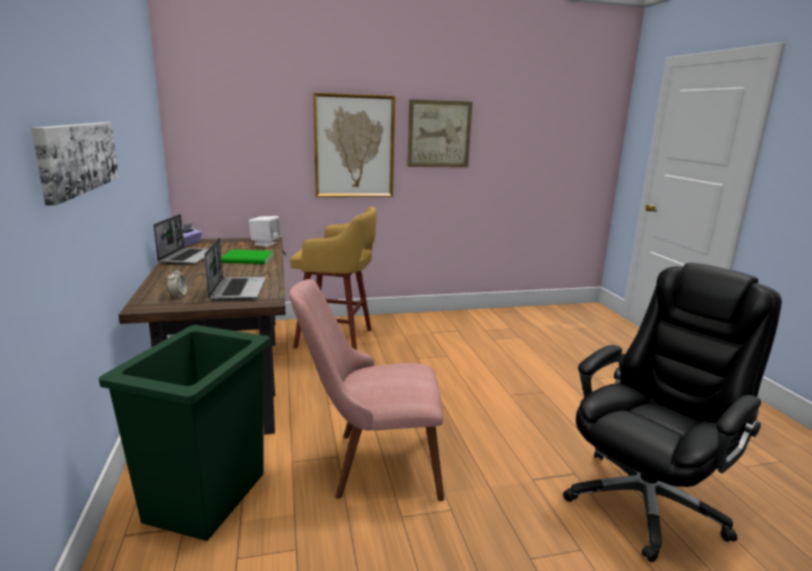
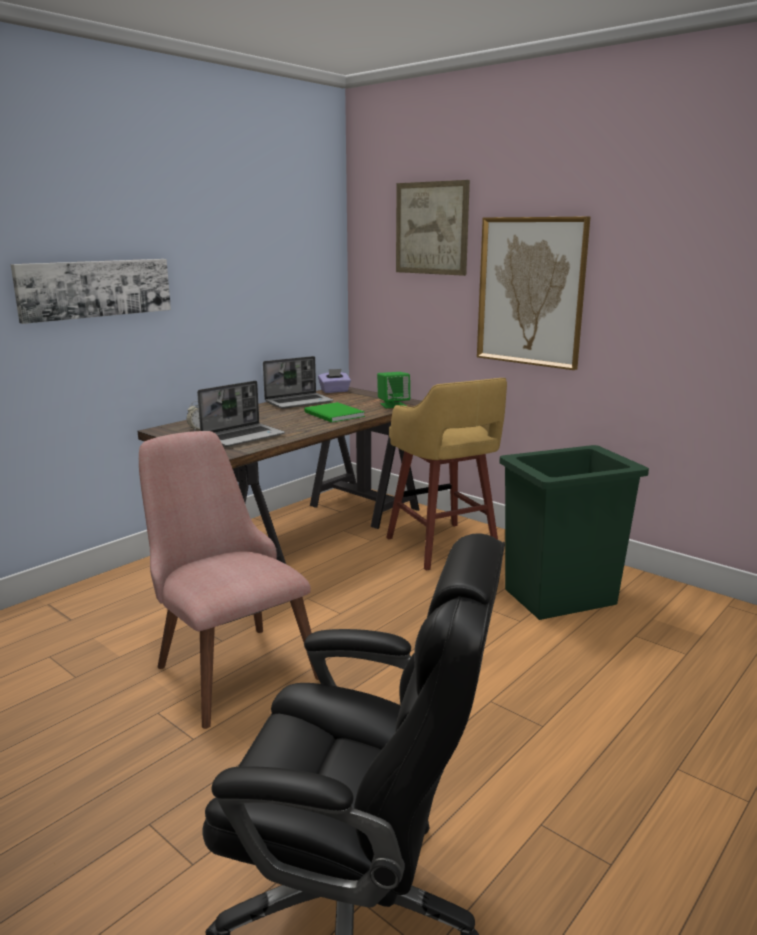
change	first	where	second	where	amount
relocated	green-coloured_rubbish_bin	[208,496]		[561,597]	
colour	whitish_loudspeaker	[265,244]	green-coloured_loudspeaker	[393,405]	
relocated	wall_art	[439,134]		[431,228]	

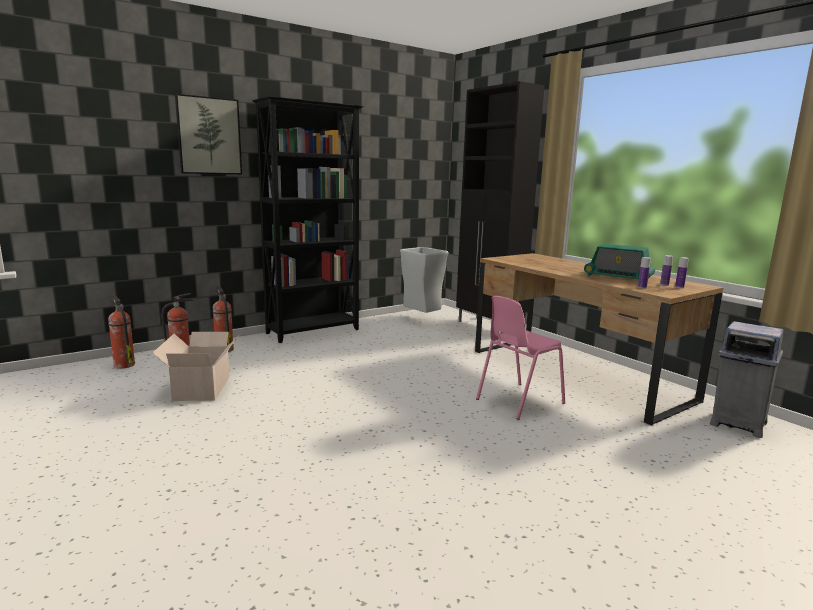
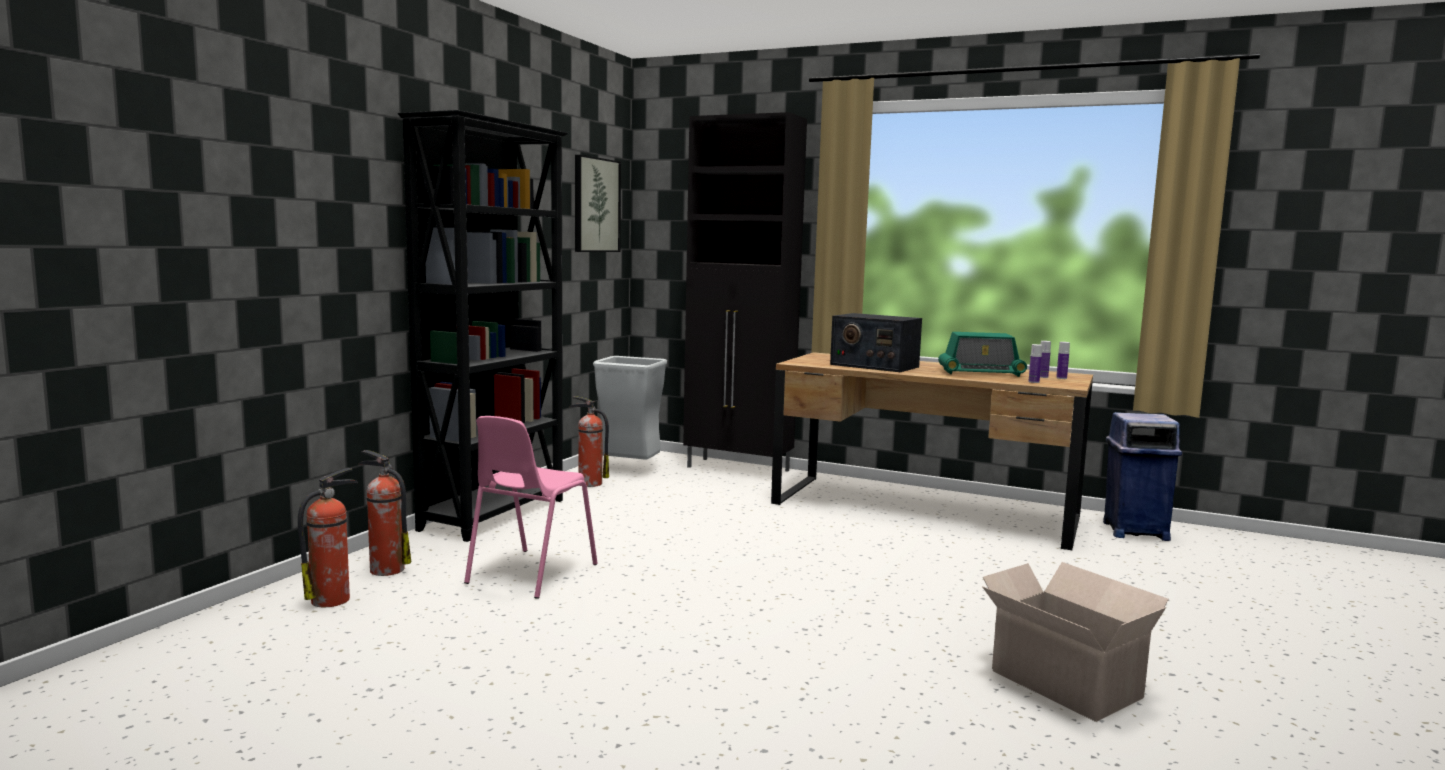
change	first	where	second	where	amount
relocated	fire_extinguisher	[124,365]		[589,483]	
relocated	cardboard_box	[203,387]		[1062,682]	
relocated	wall_art	[209,136]		[595,205]	
relocated	pink_chair	[518,401]		[530,574]	
colour	greyish_rubbish_bin	[737,423]	blue-coloured_rubbish_bin	[1133,531]	
appeared			radio_set	[874,366]	

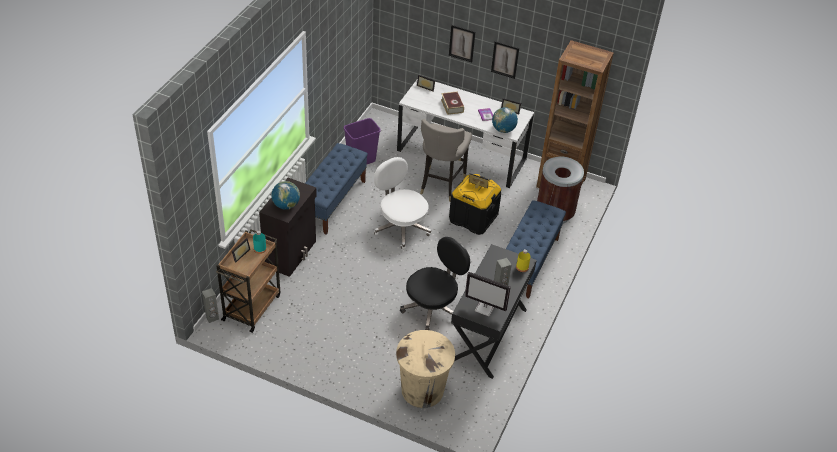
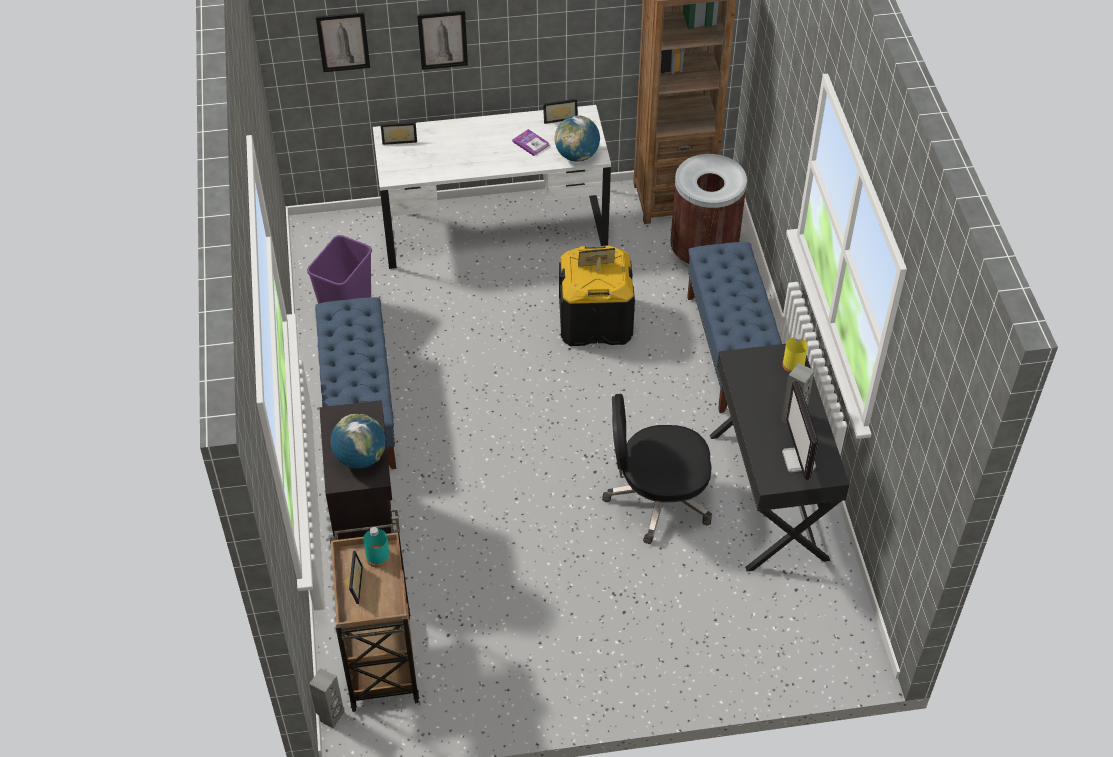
change	first	where	second	where	amount
missing	whitish_office_chair	[401,227]			
missing	sand-coloured_rubbish_bin	[422,390]			
spun	black-coloured_office_chair	[433,308]		[657,499]	105 degrees counterclockwise
missing	greyish_stool	[441,185]			
missing	volume	[452,106]			
spun	computer_screen	[485,308]		[799,460]	90 degrees clockwise
relocated	wall_art	[505,59]		[343,42]	

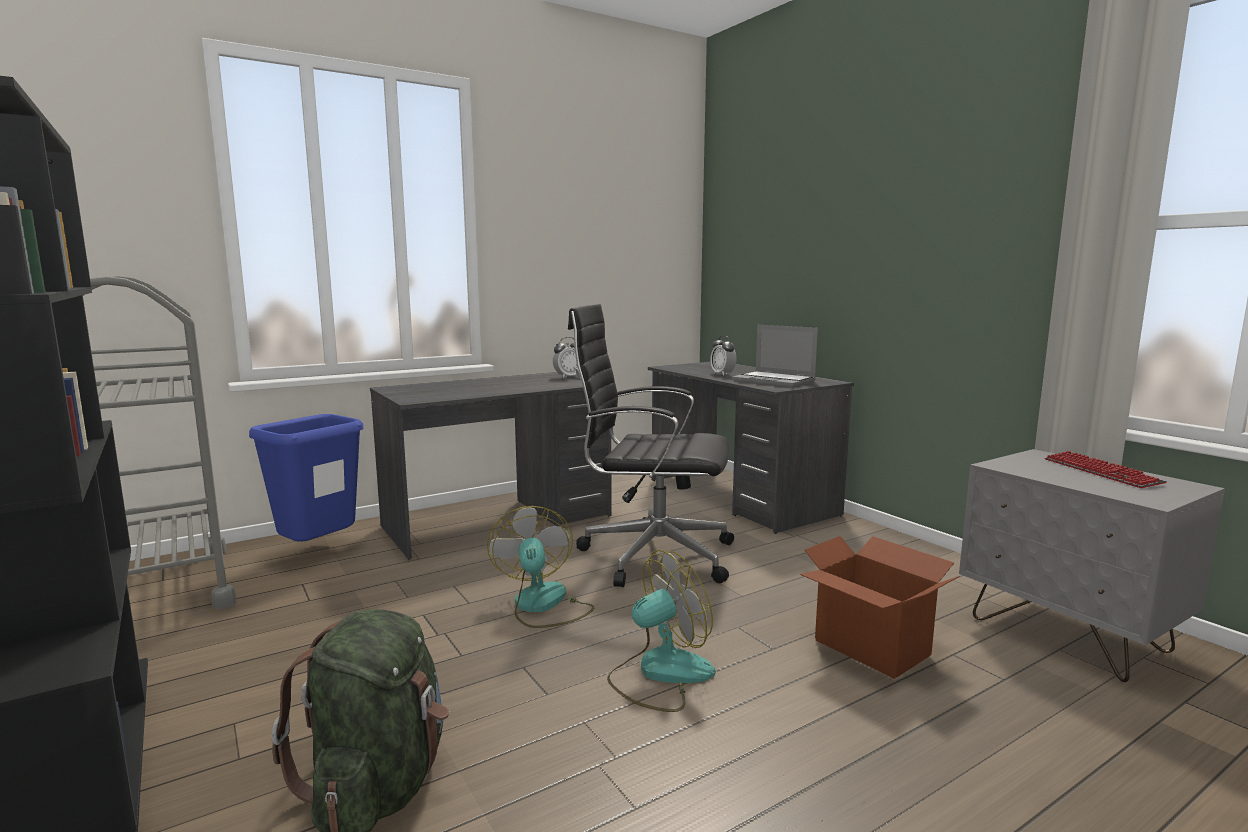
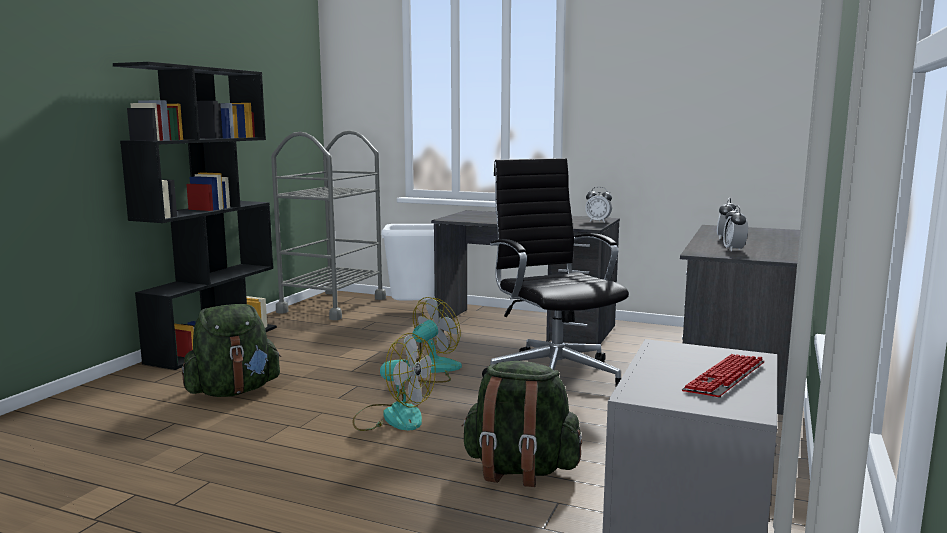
change	first	where	second	where	amount
colour	blue-coloured_rubbish_bin	[319,551]	whitish_rubbish_bin	[414,311]	
exchanged	laptop	[775,381]	alarm_clock	[734,249]	
exchanged	cardboard_box	[871,648]	green-coloured_knapsack	[519,470]	

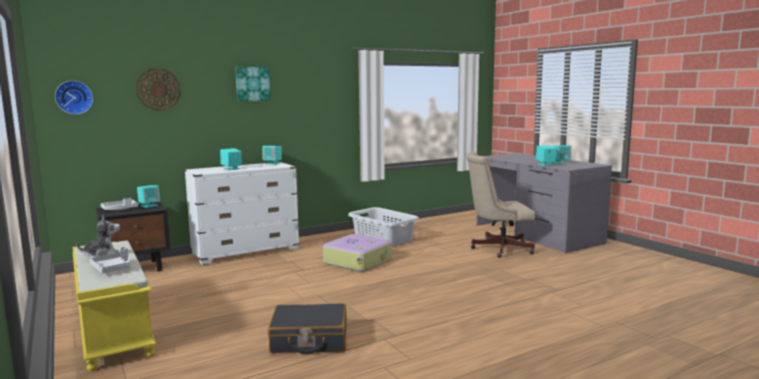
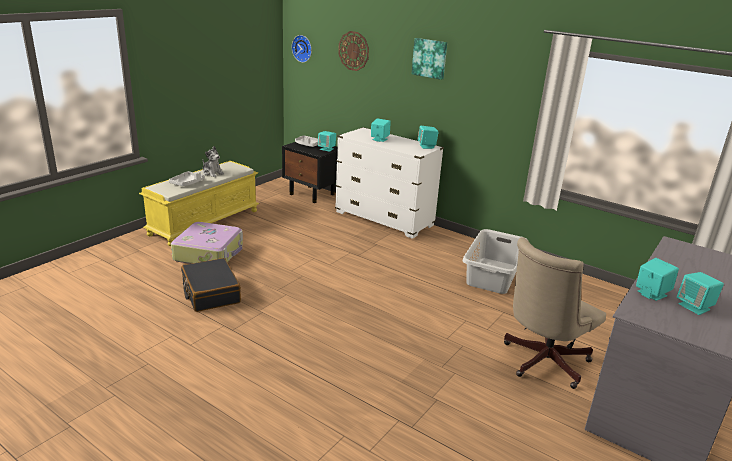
change	first	where	second	where	amount
relocated	piece_of_luggage	[357,261]		[209,253]	
spun	sand-coloured_office_chair	[497,248]		[541,362]	105 degrees counterclockwise

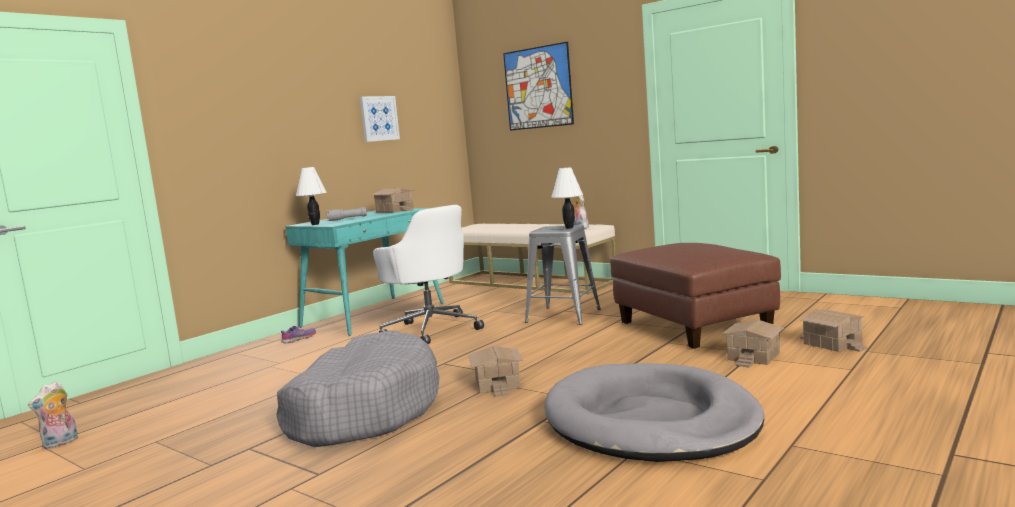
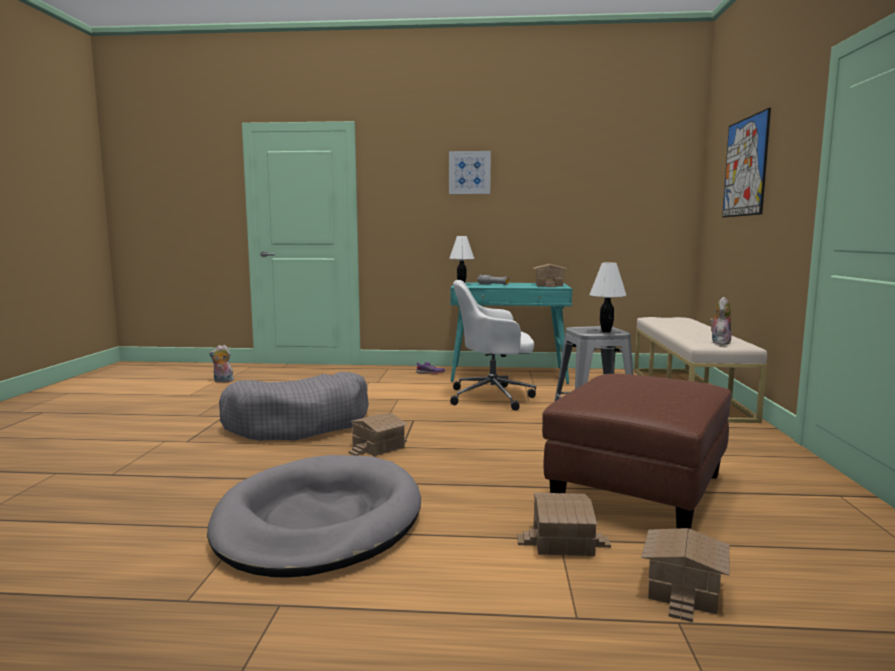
change	first	where	second	where	amount
relocated	wall_art	[379,118]		[469,172]	
spun	whitish_office_chair	[431,329]		[493,397]	75 degrees clockwise

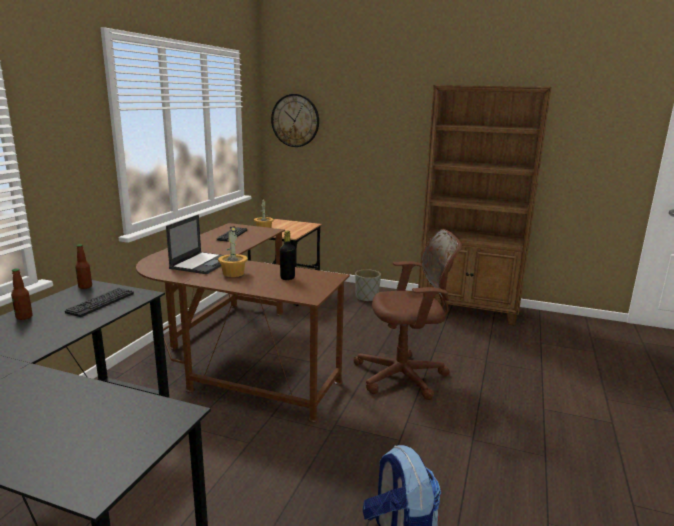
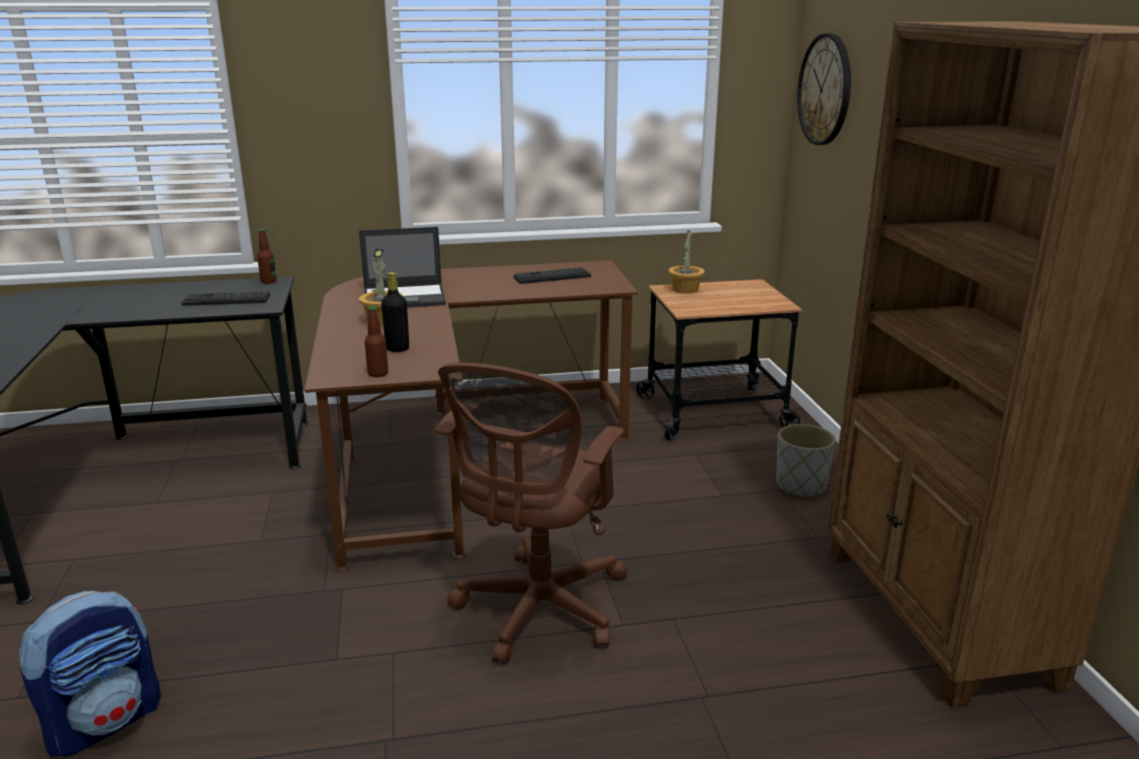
change	first	where	second	where	amount
relocated	beverage_bottle	[24,317]		[378,373]	
spun	brown_office_chair	[405,376]		[537,611]	60 degrees clockwise

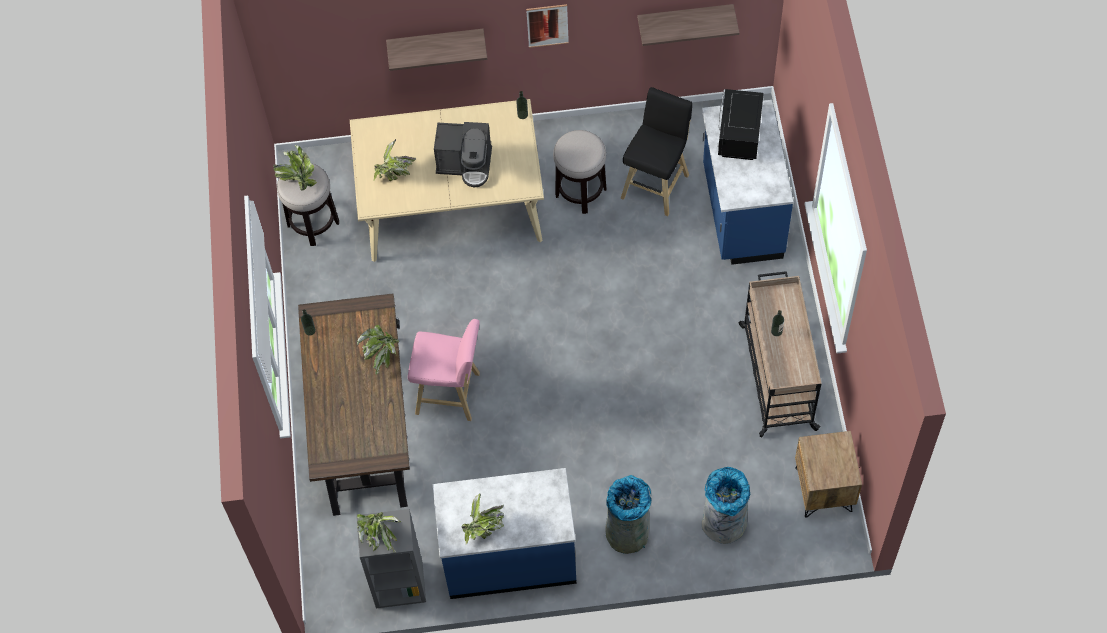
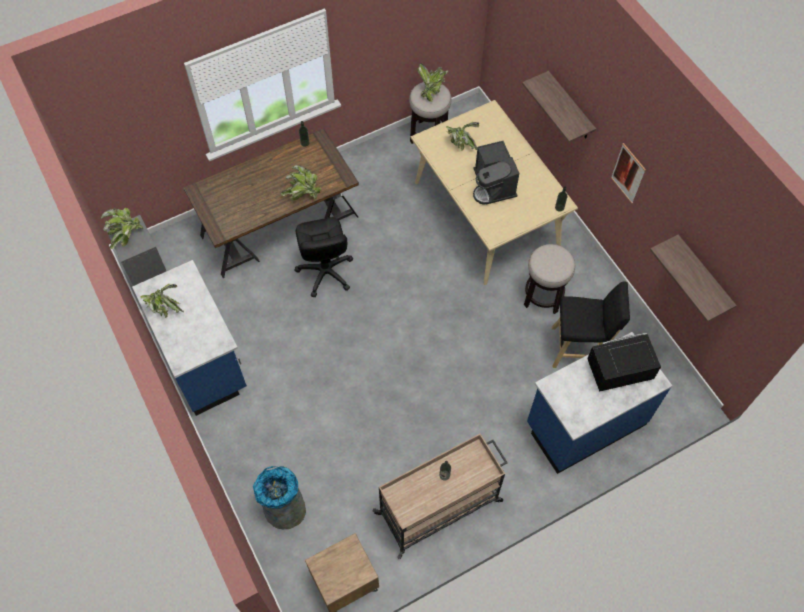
change	first	where	second	where	amount
exchanged	pink_stool	[451,394]	black-coloured_office_chair	[325,272]	
missing	greyish_rubbish_bin	[628,531]			

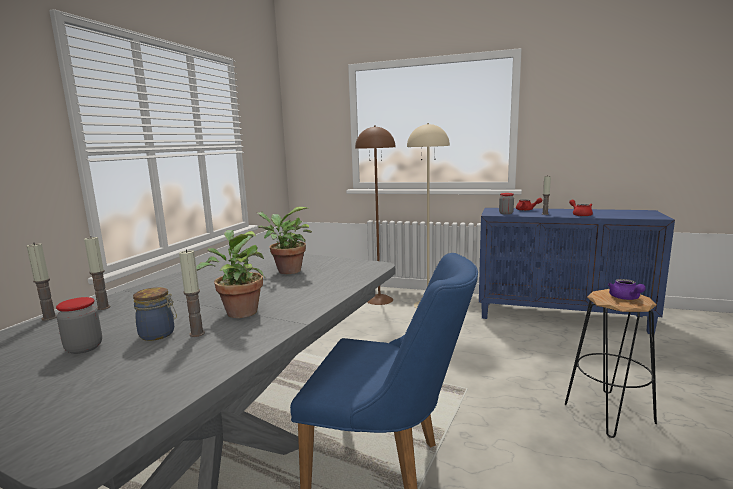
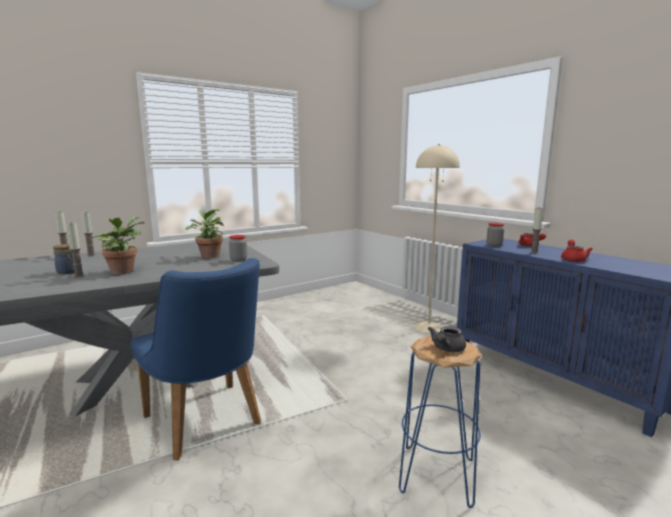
change	first	where	second	where	amount
relocated	jar	[84,348]		[238,260]	
missing	brown_standing_lamp	[379,299]			
colour	black-coloured_stool	[609,414]	blue-coloured_stool	[437,475]	
colour	purplish_teapot	[625,298]	greyish_teapot	[446,349]	

